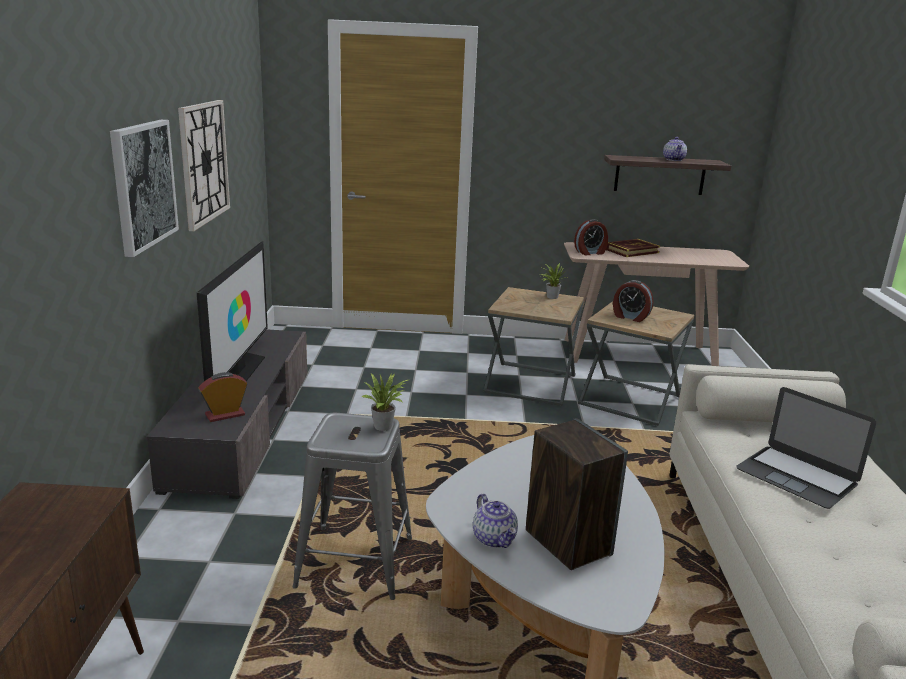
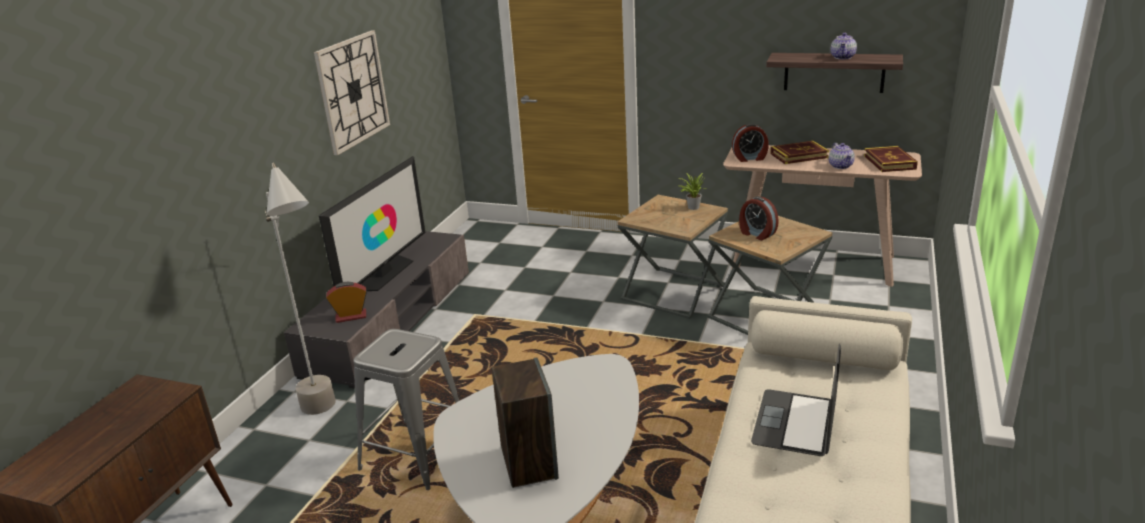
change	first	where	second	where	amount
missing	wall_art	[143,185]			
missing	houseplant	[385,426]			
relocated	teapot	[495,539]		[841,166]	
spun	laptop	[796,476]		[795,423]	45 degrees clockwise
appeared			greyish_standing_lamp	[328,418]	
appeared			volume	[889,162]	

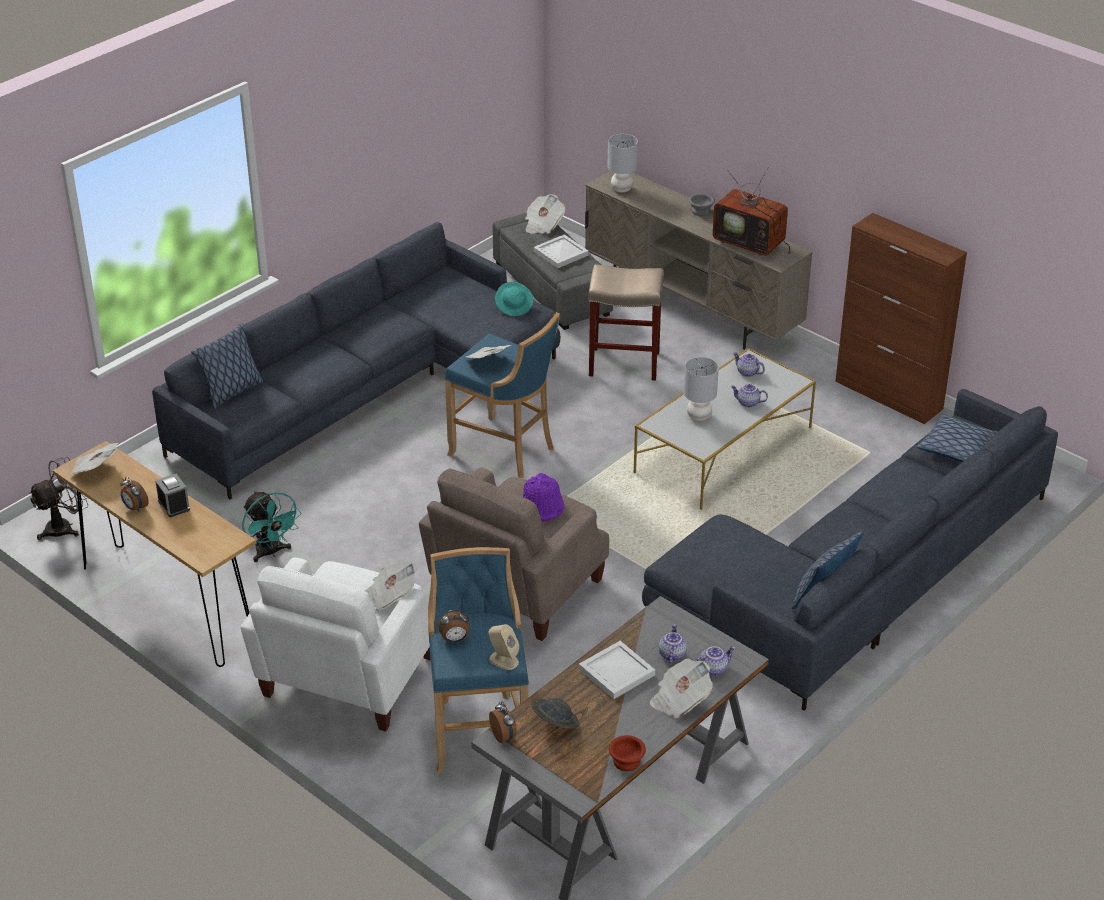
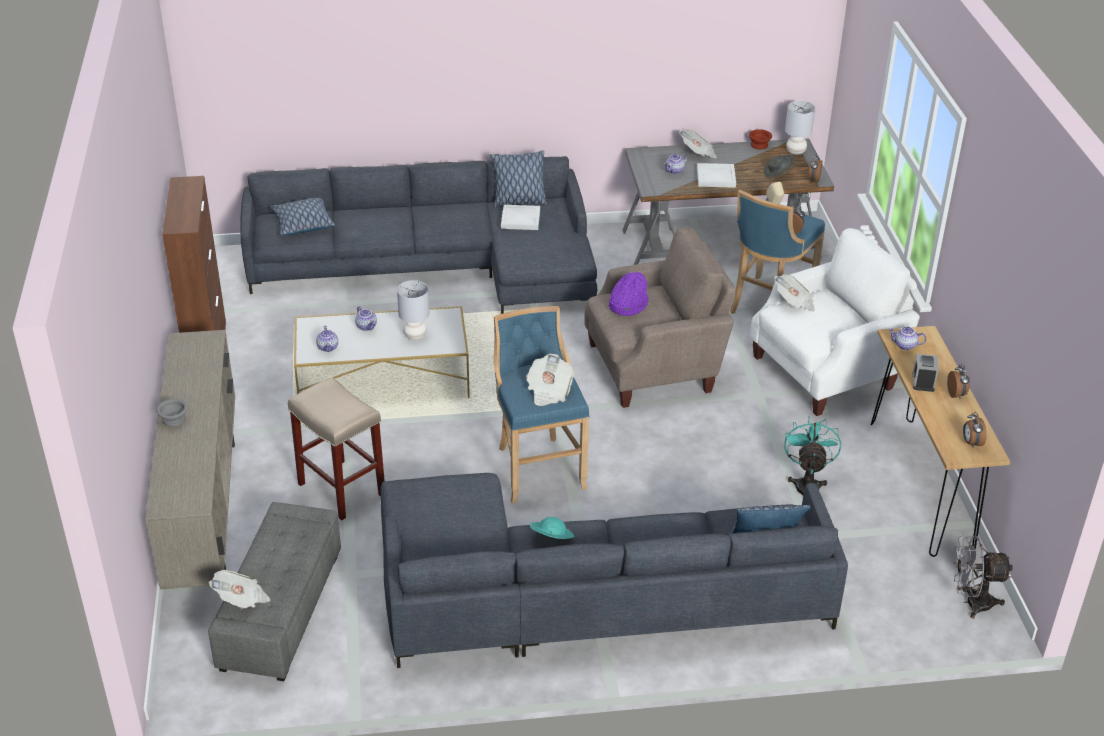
change	first	where	second	where	amount
exchanged	newspaper	[95,469]	alarm_clock	[971,443]	
relocated	turquoise-coloured_clothing_hat	[514,307]		[551,538]	
relocated	whitish_carrying_tray	[561,253]		[520,219]	
relocated	greyish_tabletop_lamp	[621,189]		[796,151]	
relocated	teapot	[713,668]		[904,346]	
missing	TV_set	[751,242]			

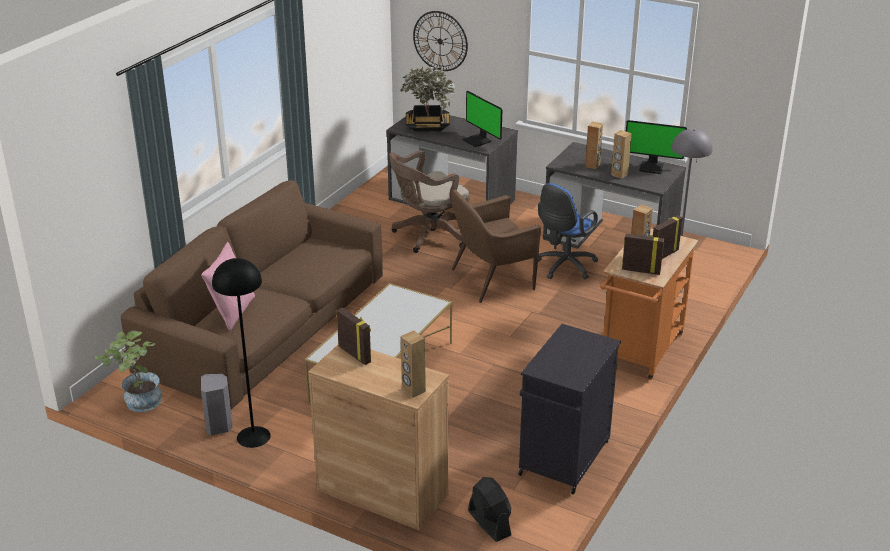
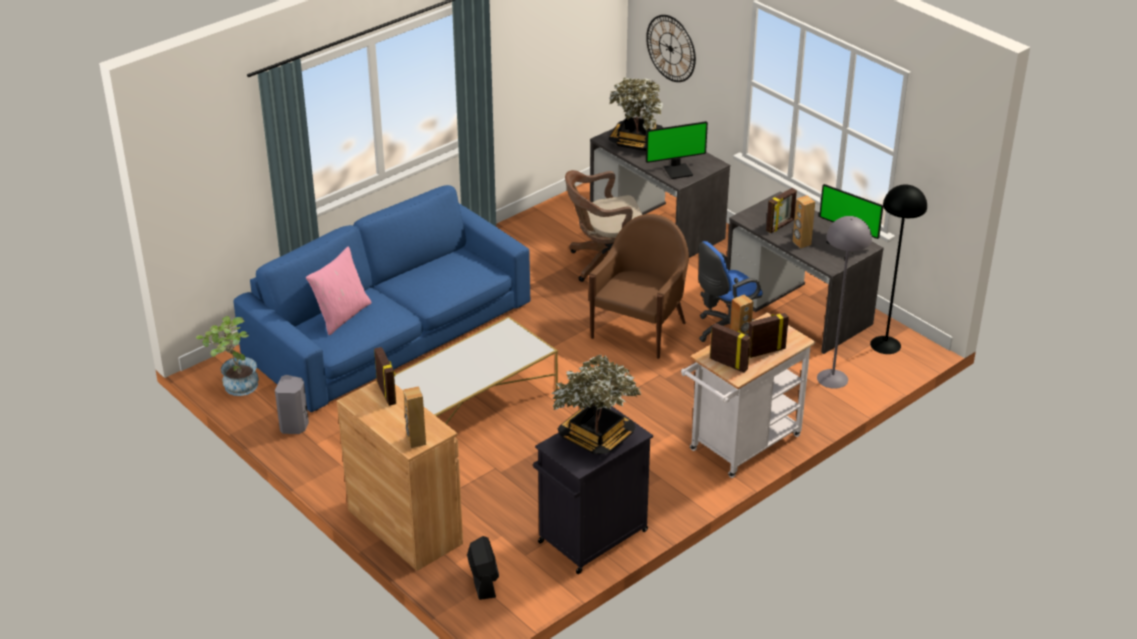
change	first	where	second	where	amount
colour	brown_couch	[266,325]	blue-coloured_couch	[390,331]	
relocated	black-coloured_standing_lamp	[254,437]		[885,345]	
spun	brown_easy_chair	[490,280]		[639,329]	120 degrees clockwise
spun	computer_screen	[478,140]		[678,171]	90 degrees counterclockwise
exchanged	brown_loudspeaker	[592,165]	standing_frame	[780,226]	
colour	orange_trolley	[639,354]	whitish_trolley	[740,447]	
appeared			houseplant	[596,437]	

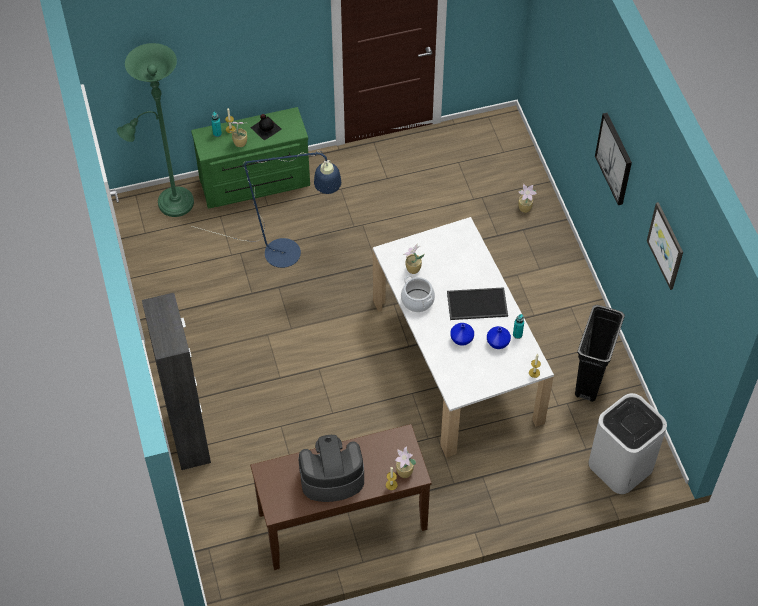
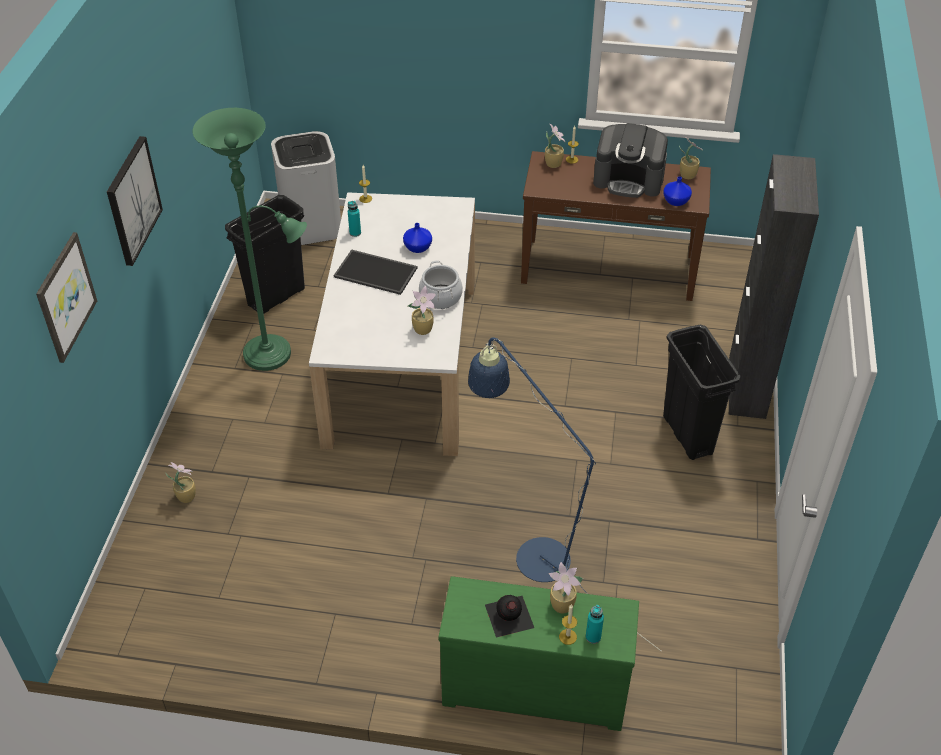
change	first	where	second	where	amount
relocated	green-coloured_standing_lamp	[171,204]		[274,354]	
relocated	blue-coloured_decorative_vase	[498,343]		[676,201]	
relocated	wall_art	[666,245]		[65,297]	
appeared			black-coloured_rubbish_bin	[688,435]	
appeared			houseplant	[687,174]	

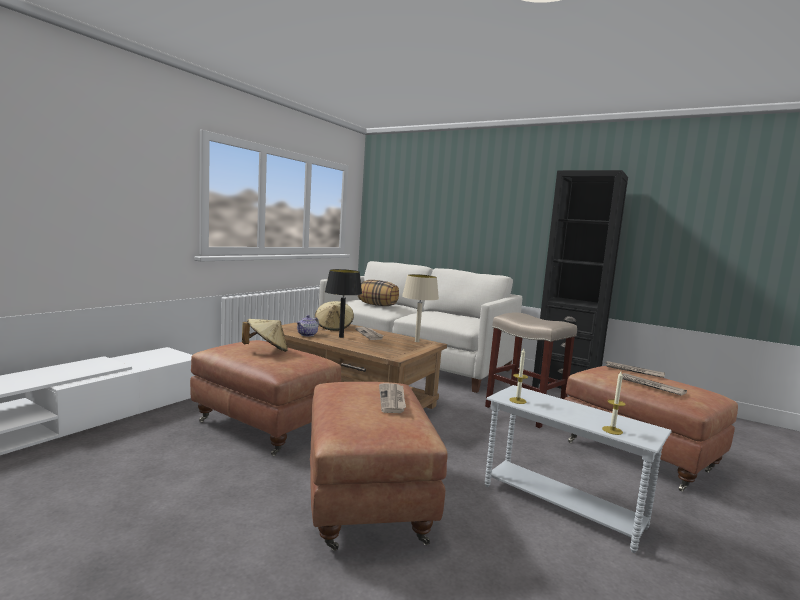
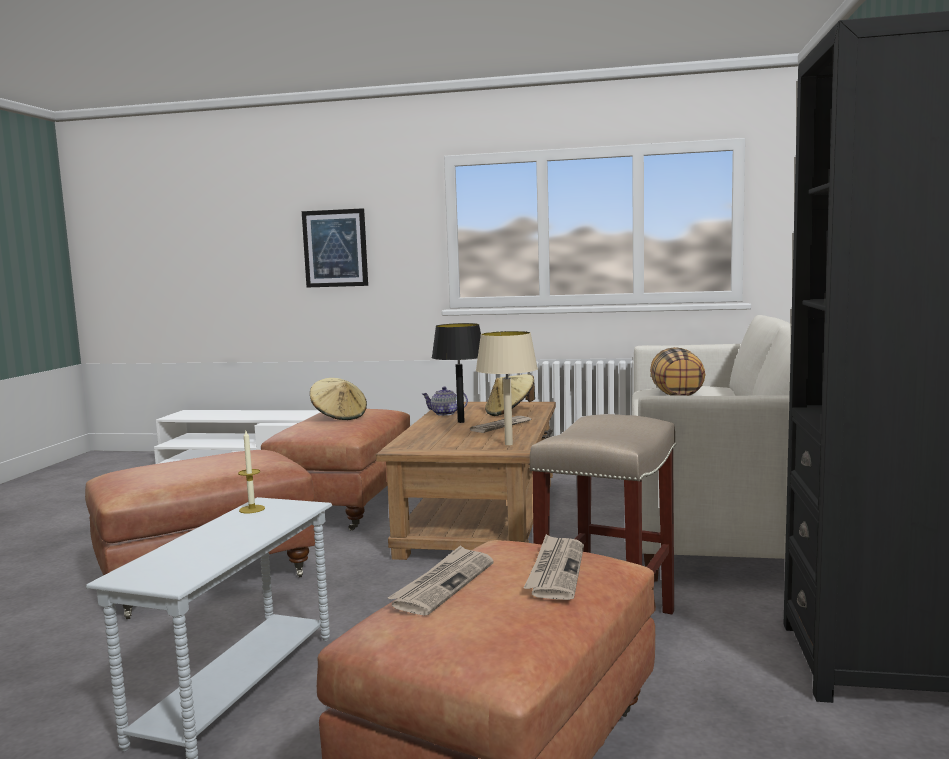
change	first	where	second	where	amount
missing	newspaper	[392,399]			
missing	candle	[612,430]			
appeared			wall_art	[335,248]	

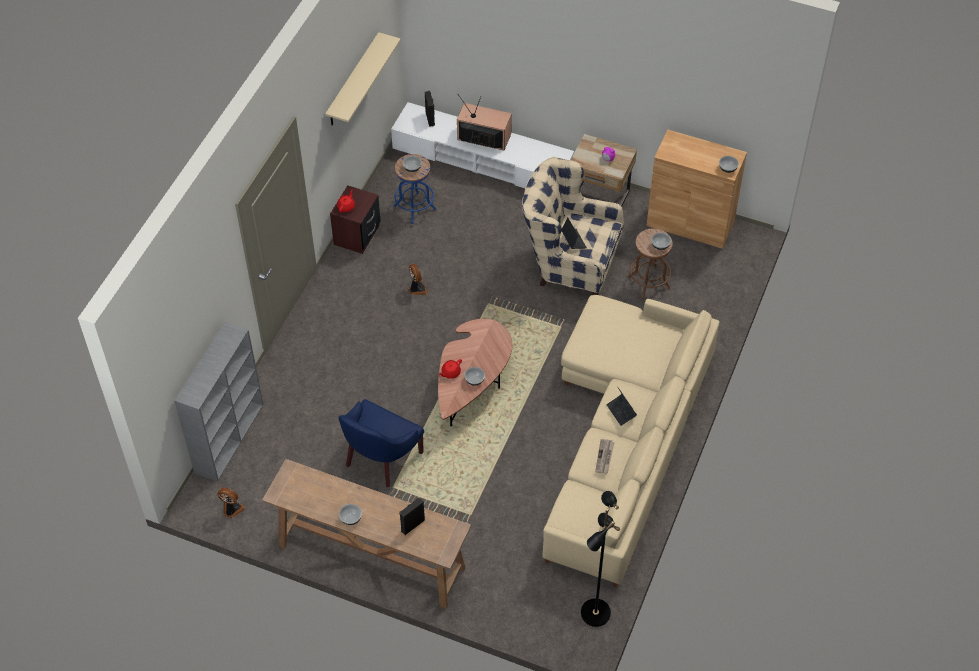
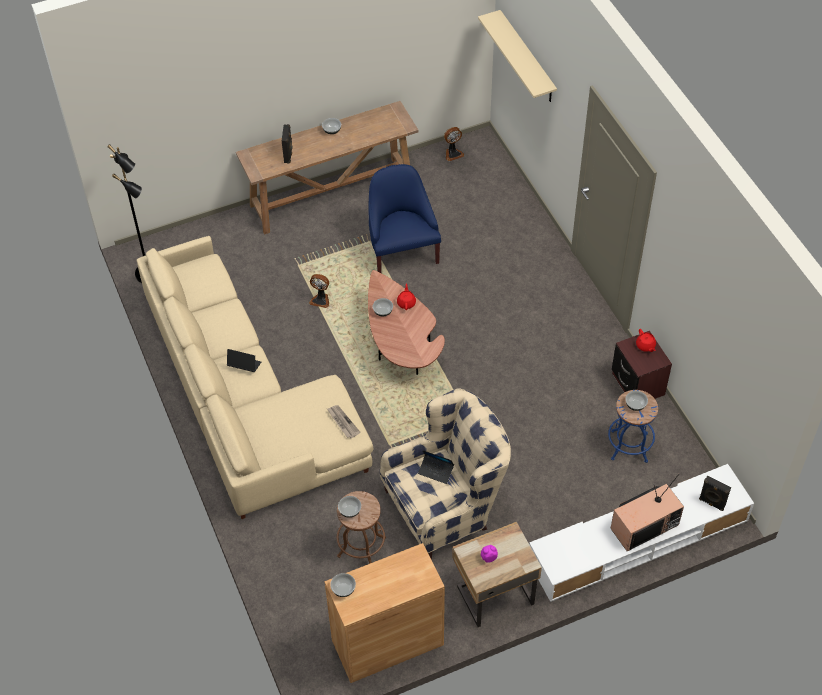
change	first	where	second	where	amount
missing	greyish_bookshelf	[229,437]			
relocated	sand-coloured_bracket_shelf	[353,81]		[527,58]	
relocated	electric_fan	[417,289]		[320,300]	
relocated	newspaper	[604,457]		[342,422]	

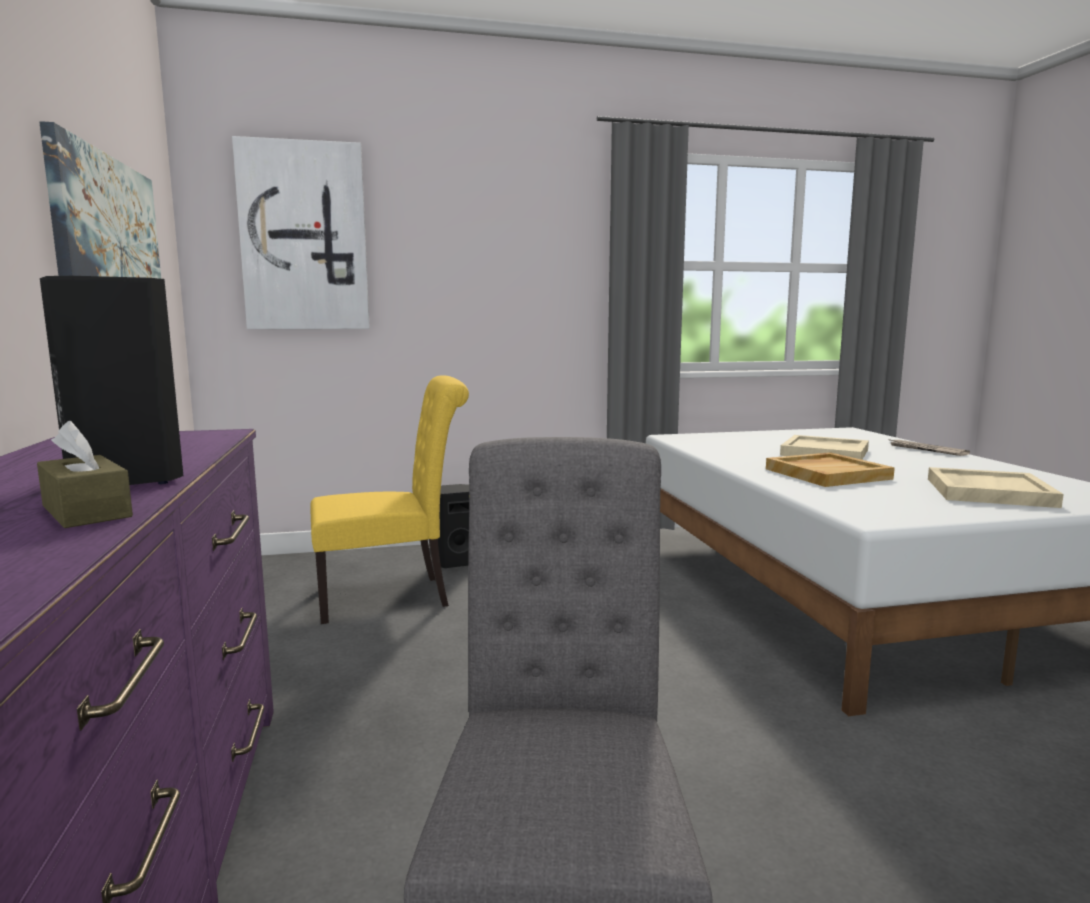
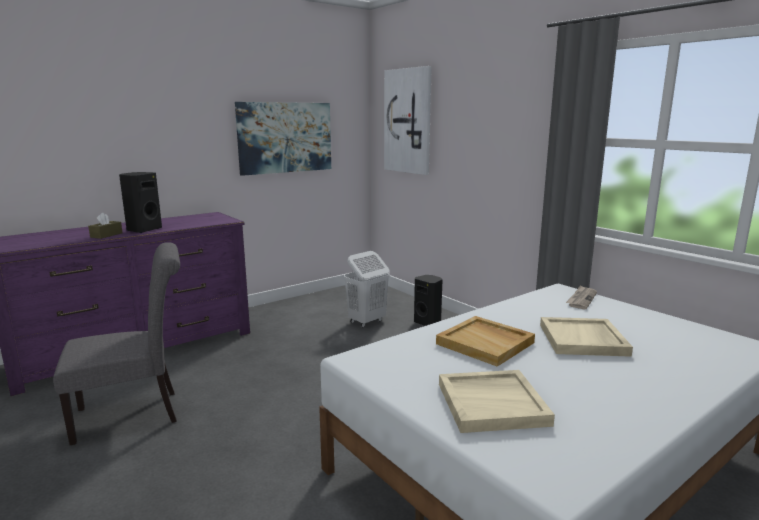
change	first	where	second	where	amount
exchanged	yellow-coloured_chair	[392,597]	whitish_hamper	[366,321]	
relocated	newspaper	[926,450]		[581,299]	

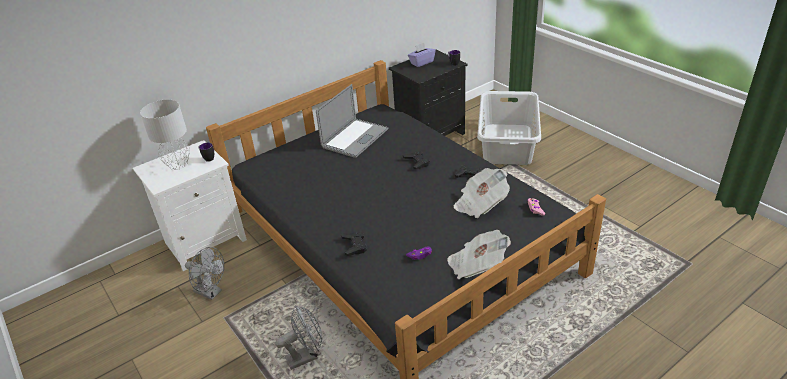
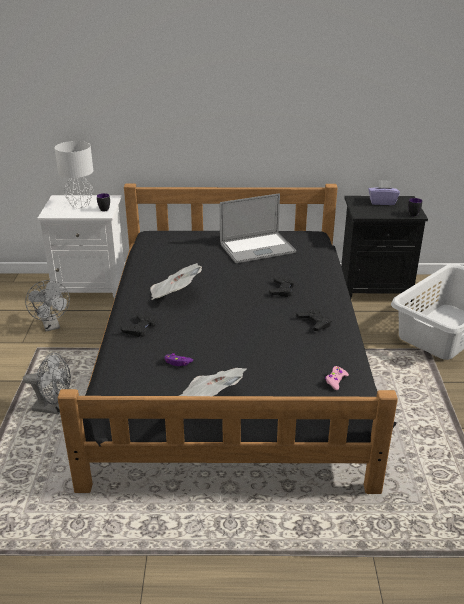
change	first	where	second	where	amount
relocated	newspaper	[480,204]		[174,294]	

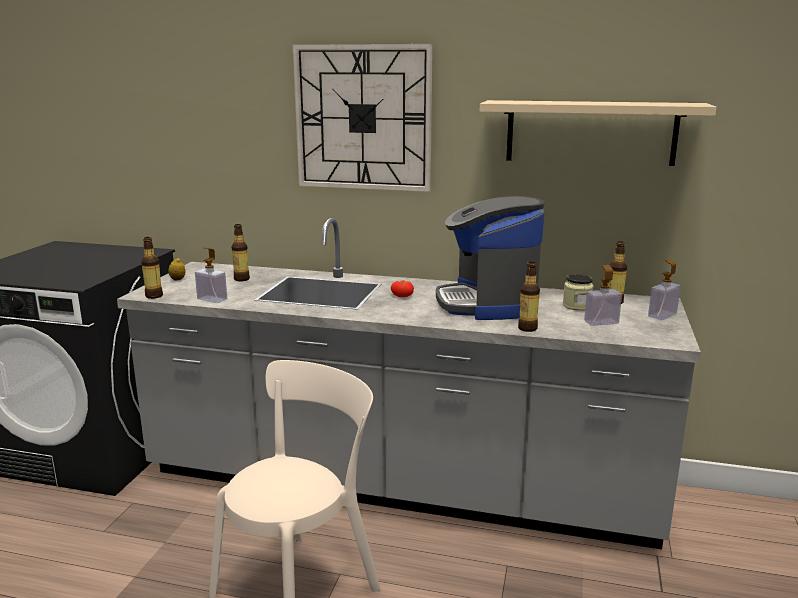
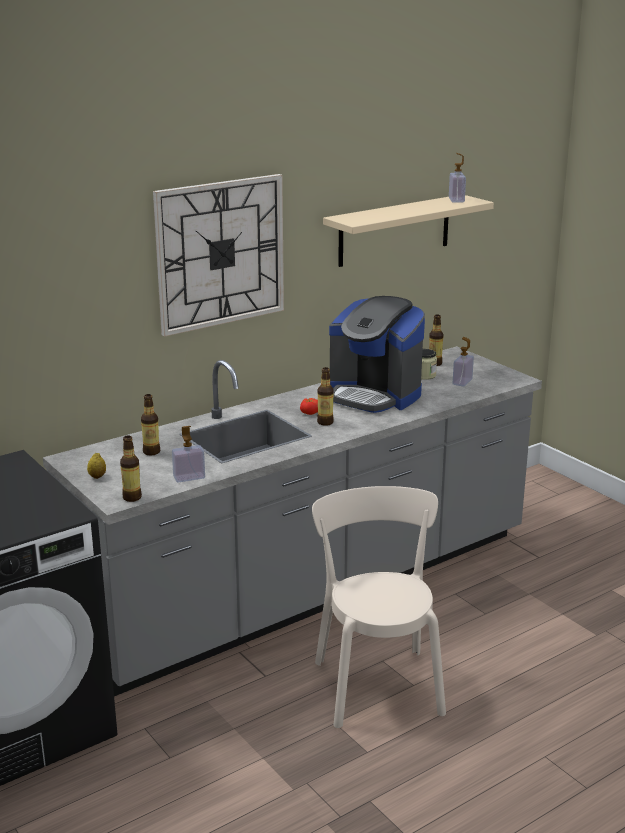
change	first	where	second	where	amount
relocated	beverage_bottle	[527,328]		[325,422]	
relocated	liquid_soap_bottle	[662,315]		[456,200]	

